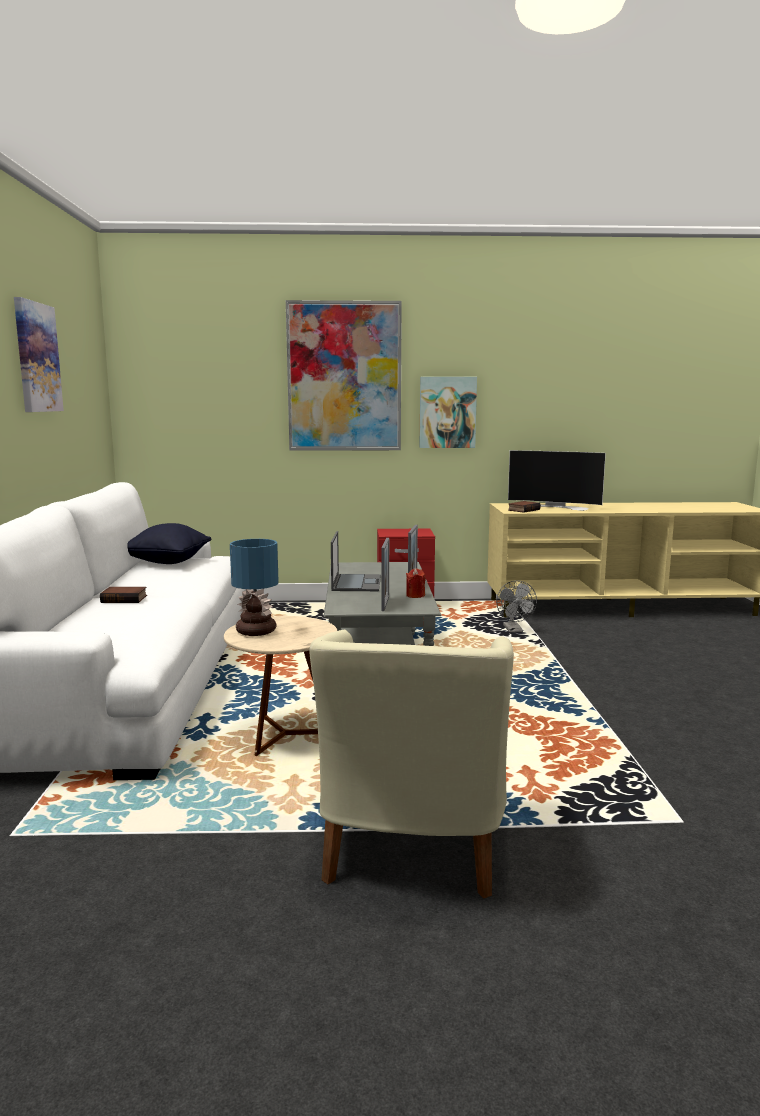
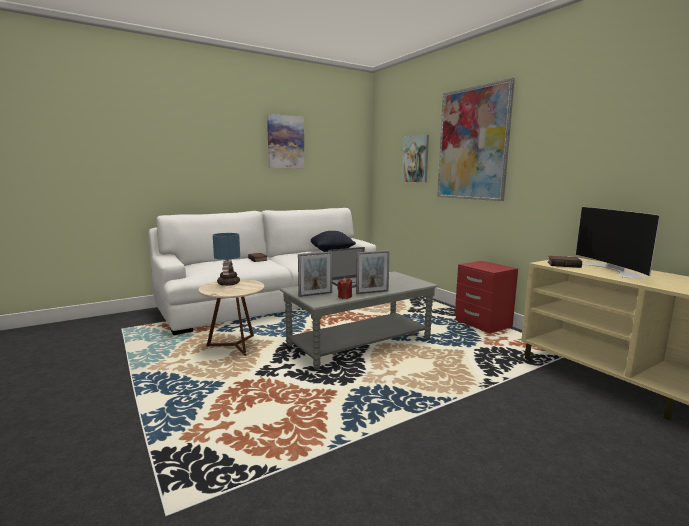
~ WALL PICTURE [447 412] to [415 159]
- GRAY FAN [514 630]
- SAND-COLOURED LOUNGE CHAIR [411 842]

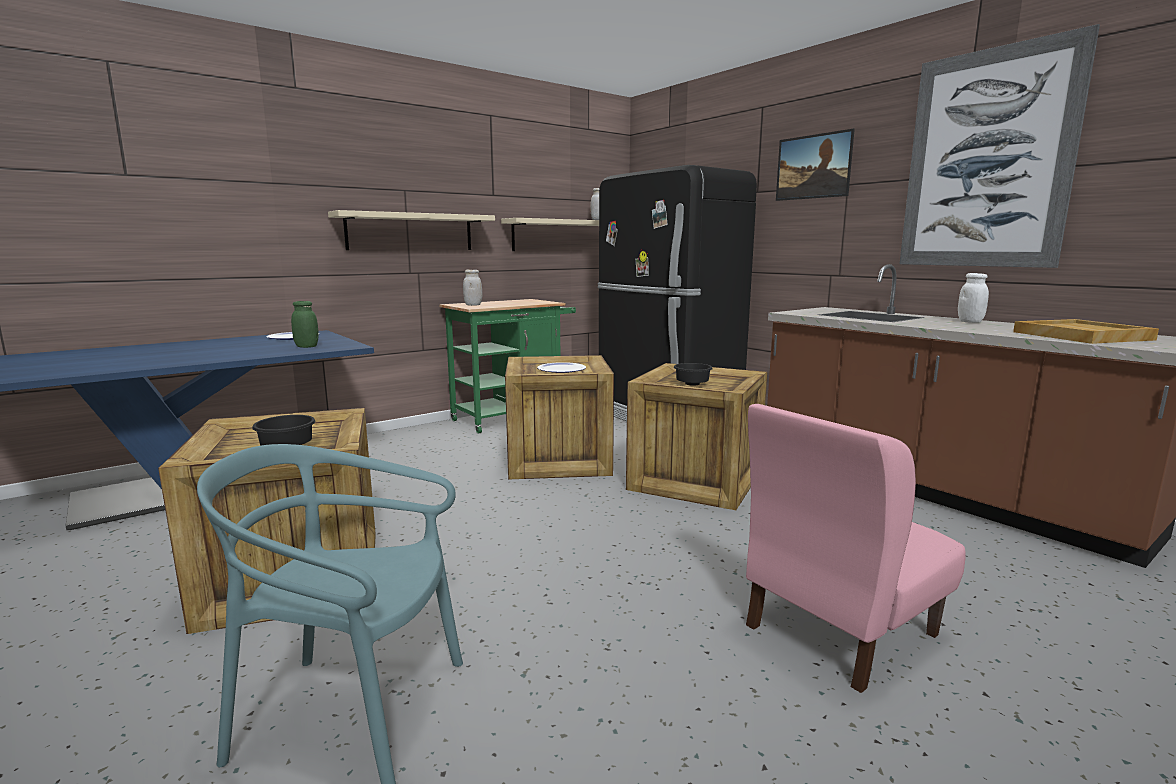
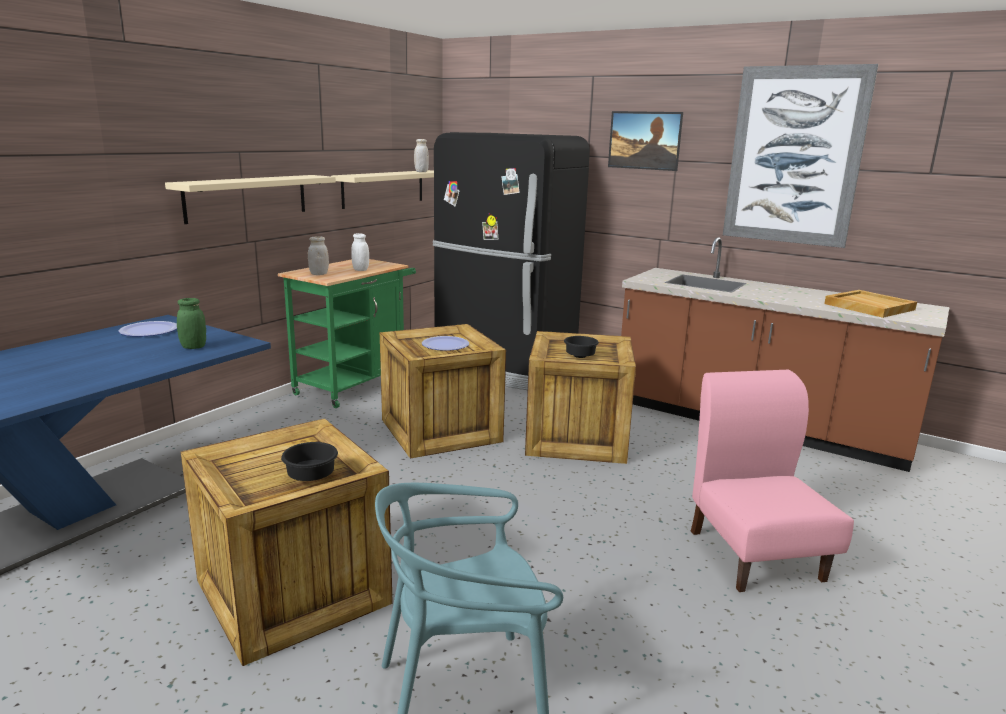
~ WHITE PRESERVE JAR [970 322] to [360 270]
~ PINK PLAIN CHAIR [838 629] = [755 554] 135 degrees clockwise

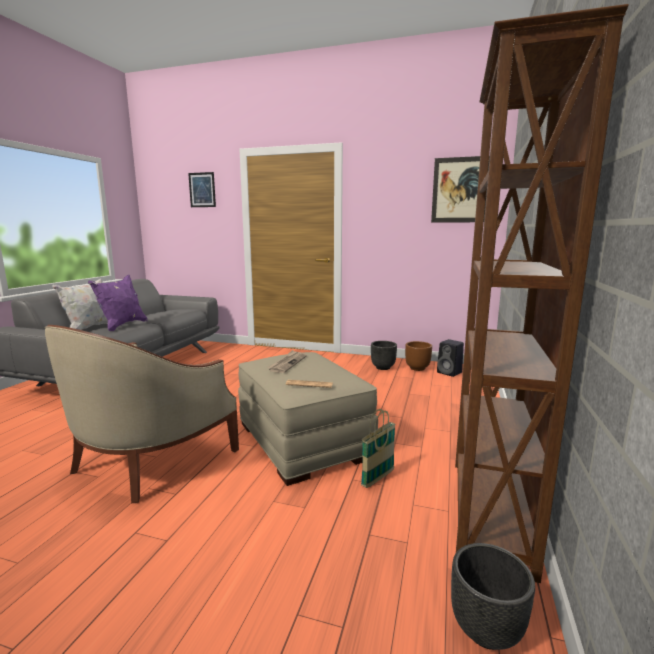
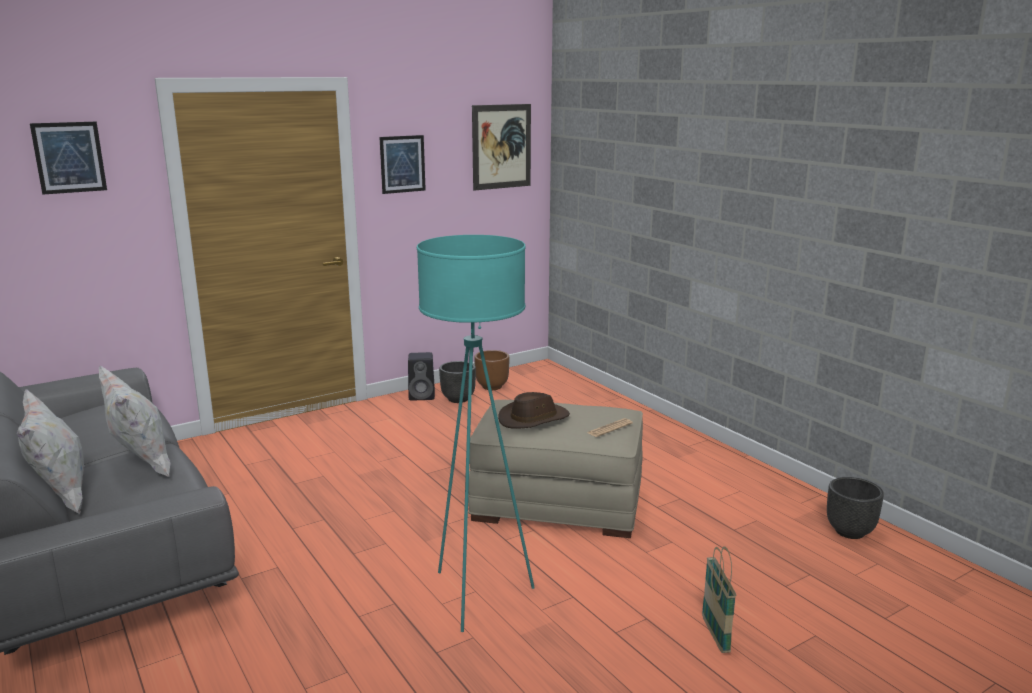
- BROWN BOOKSHELF [487 513]
~ PURPLE PILLOW [122 325] to WHITE PILLOW [141 465]
~ SAND-COLOURED LOUNGE CHAIR [151 459] to TURQUOISE STANDING LAMP [477 595]
~ BLACK AUDIO SPEAKER [450 373] to [423 396]
~ NEWSPAPER [287 363] to BROWN WEARABLE HAT [533 419]
~ STORAGE BASKET [378 478] to [715 635]
+ WALL PICTURE [402 164]

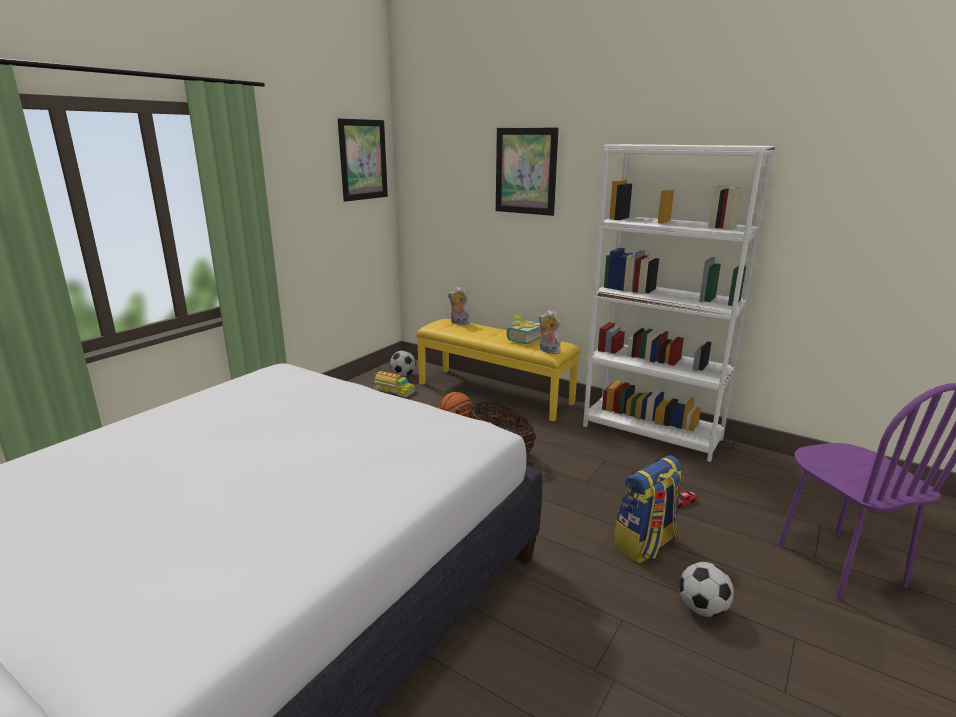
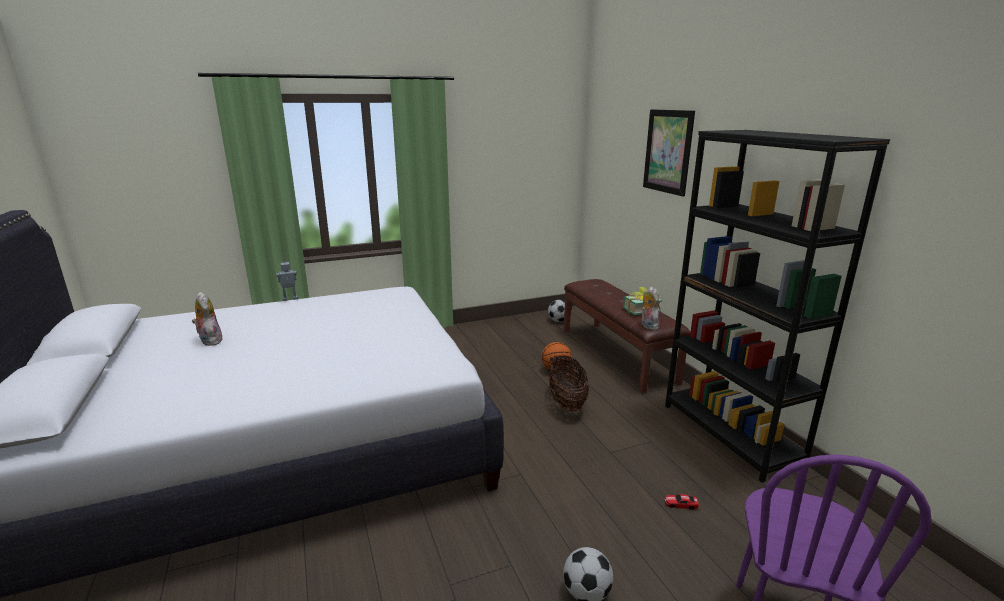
- WALL PICTURE [363 160]
~ WHITE BOOKSHELF [652 432] to BLACK BOOKSHELF [730 434]
~ SOFT TOY [458 323] to [209 341]
~ YELLOWISH BENCH [495 393] to BROWN BENCH [617 354]
- MODEL TRUCK [393 390]
- RUCKSACK [645 545]
+ TOY ROBOT [290 299]

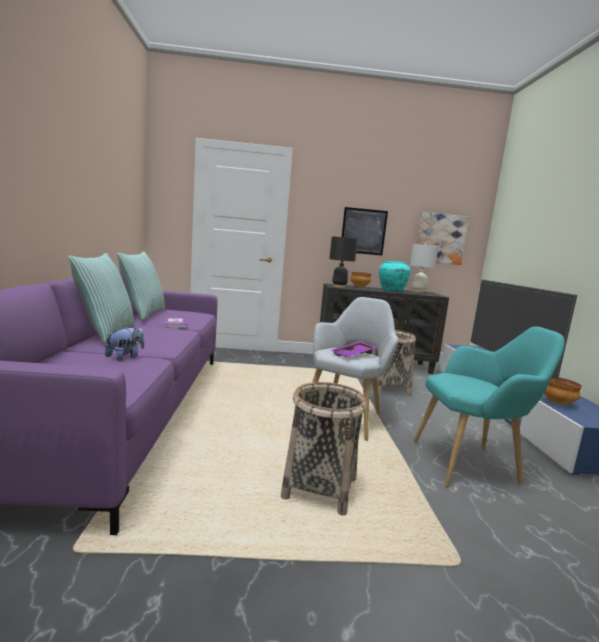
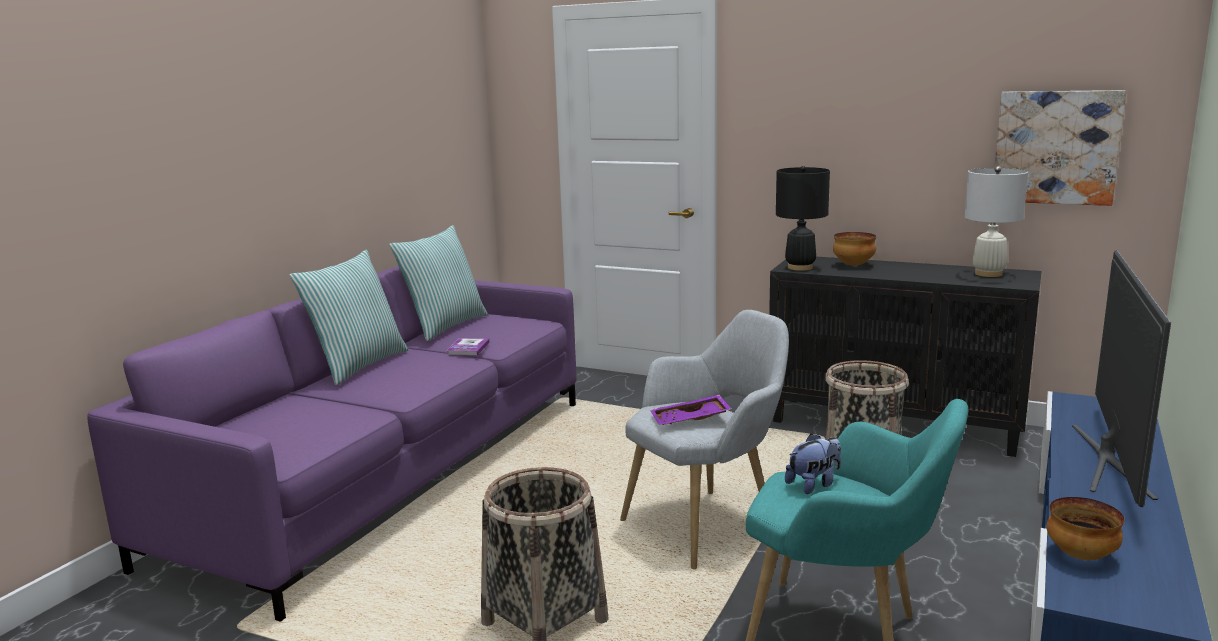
- WALL PICTURE [363 231]
- TURQUOISE VASE [391 291]
~ SOFT TOY [125 357] to [814 484]

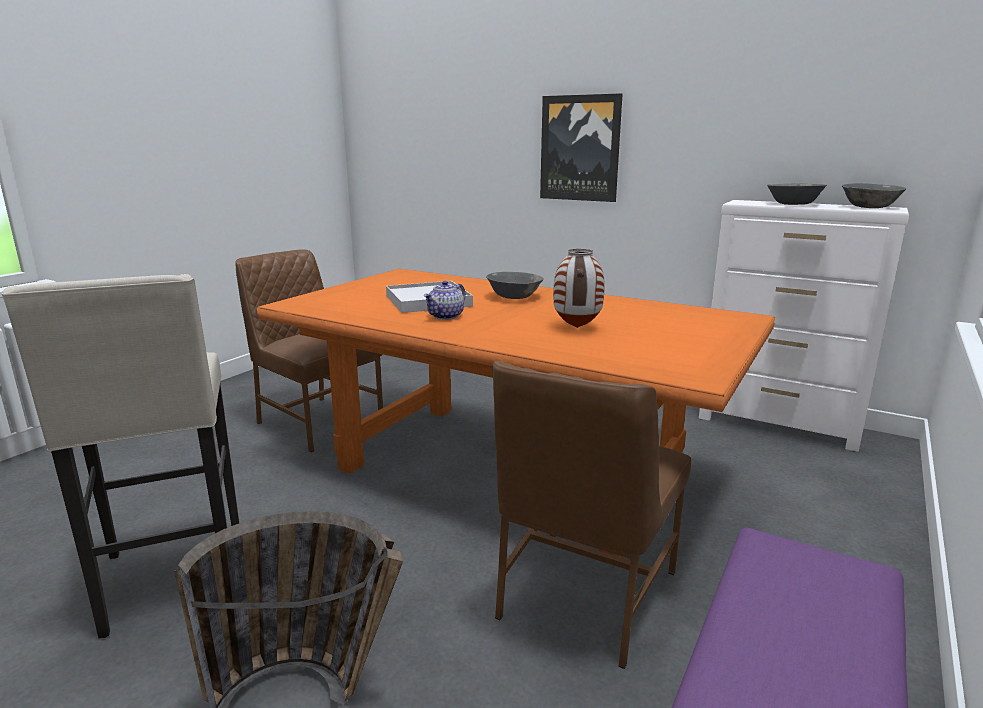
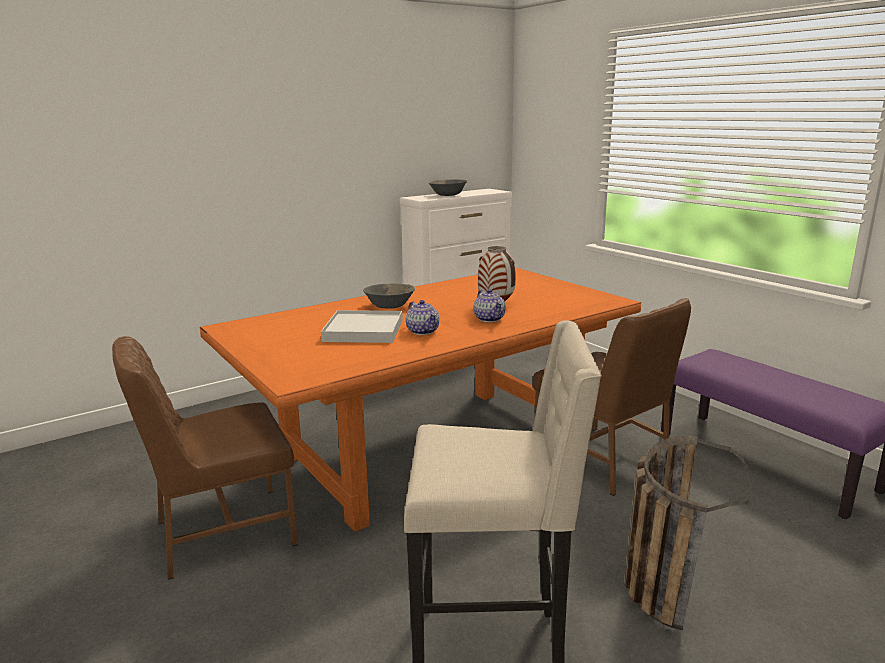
- WALL PICTURE [580 148]
- GRAY BOWL [868 207]
+ POT FOR TEA [489 319]

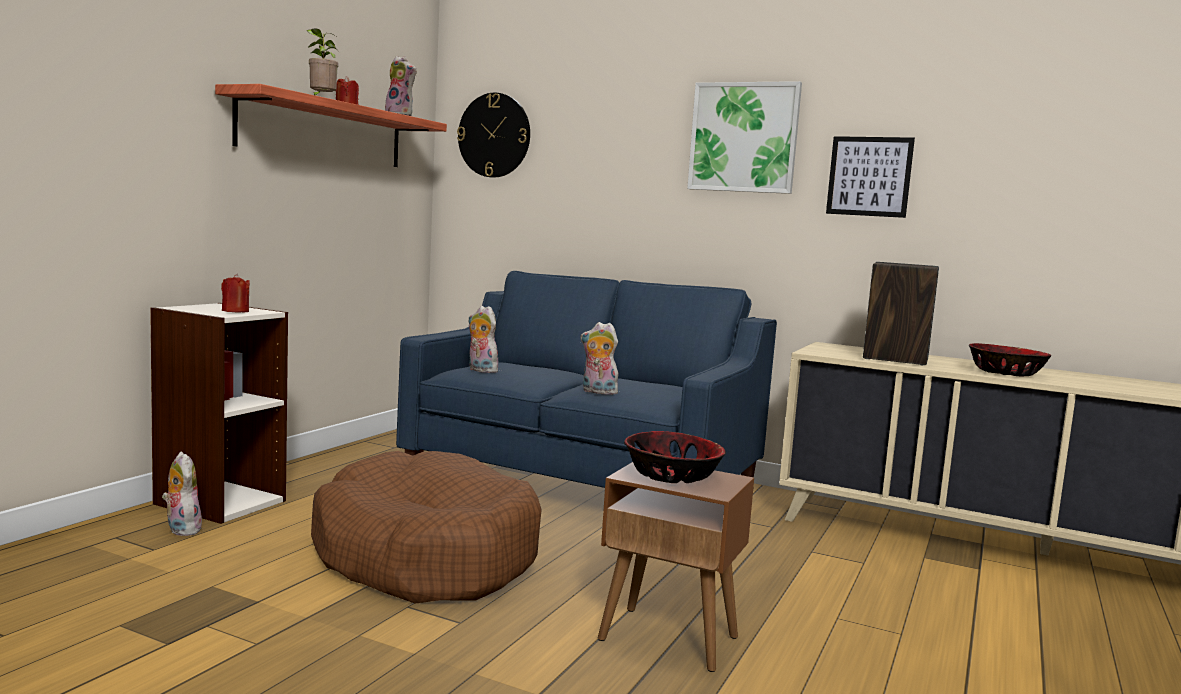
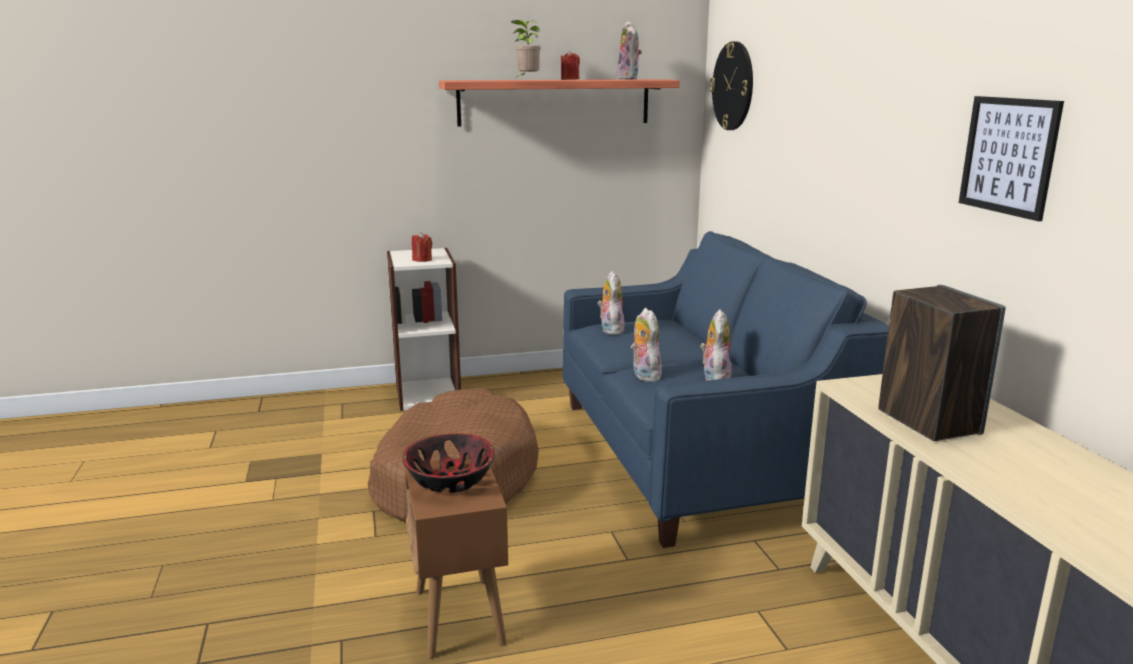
- WALL PICTURE [744 137]
- BOWL [1006 373]
~ SOFT TOY [181 529] to [714 378]

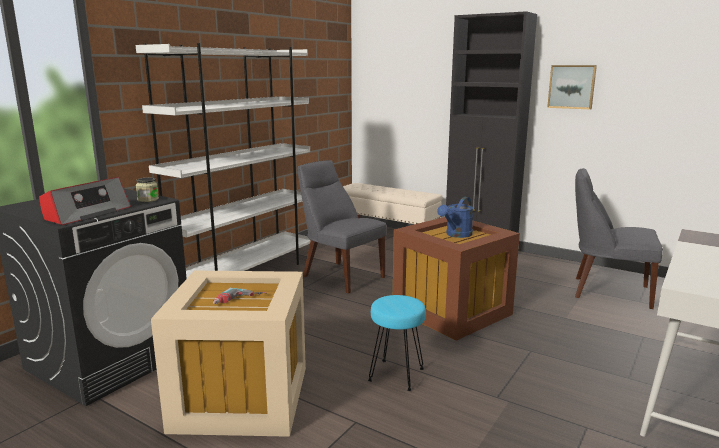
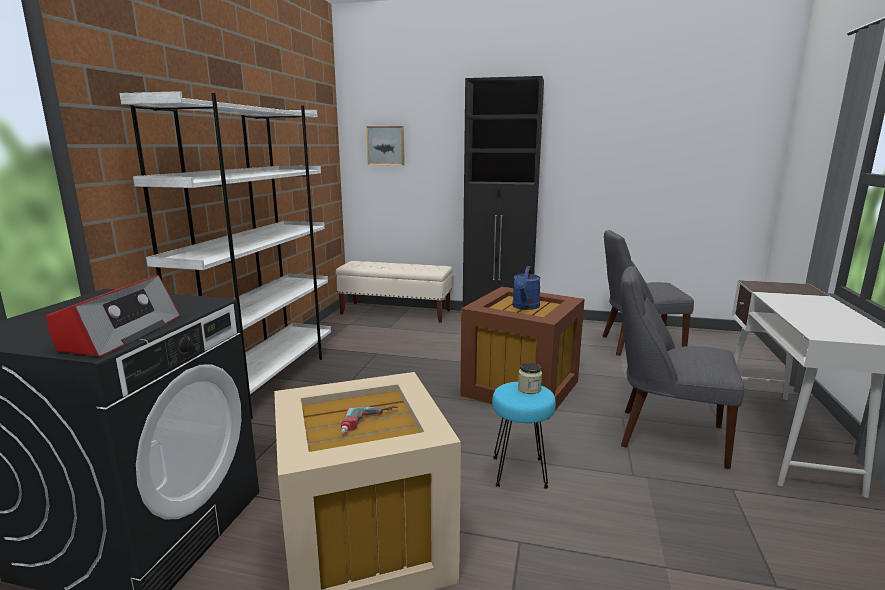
~ WALL PICTURE [572 86] to [386 145]
~ GRAY PLAIN CHAIR [340 276] to [666 435]
~ PRESERVE JAR [148 200] to [529 389]

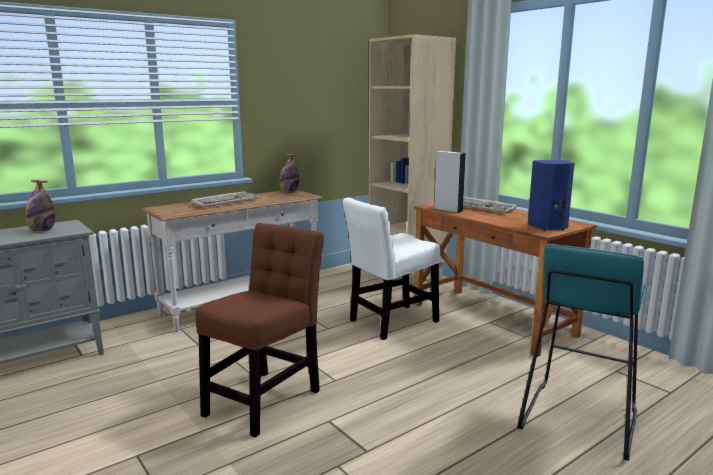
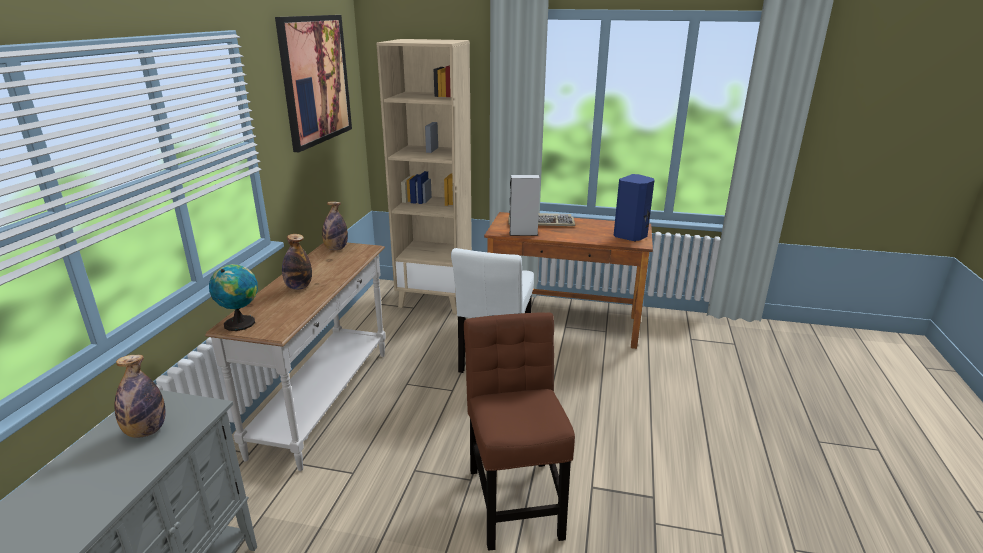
~ KEYBOARD [226 202] to BOTTLE [299 287]
- TURQUOISE STOOL [577 419]
+ WALL PICTURE [315 80]
+ DESK GLOBE [241 322]

